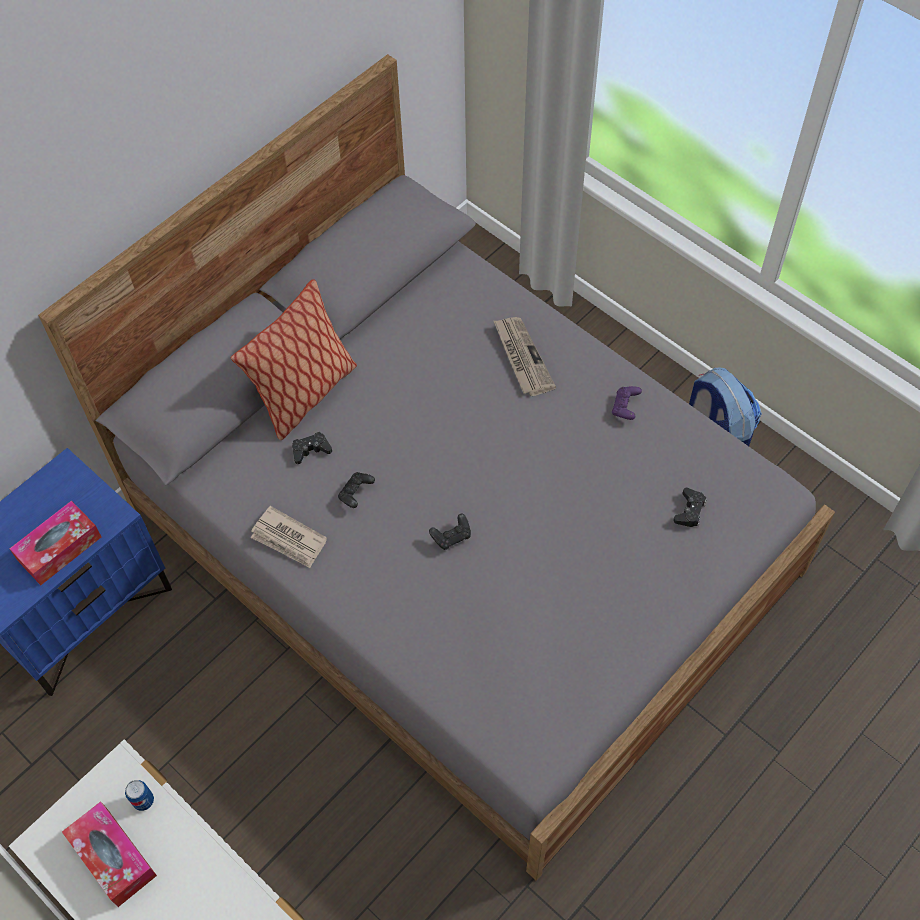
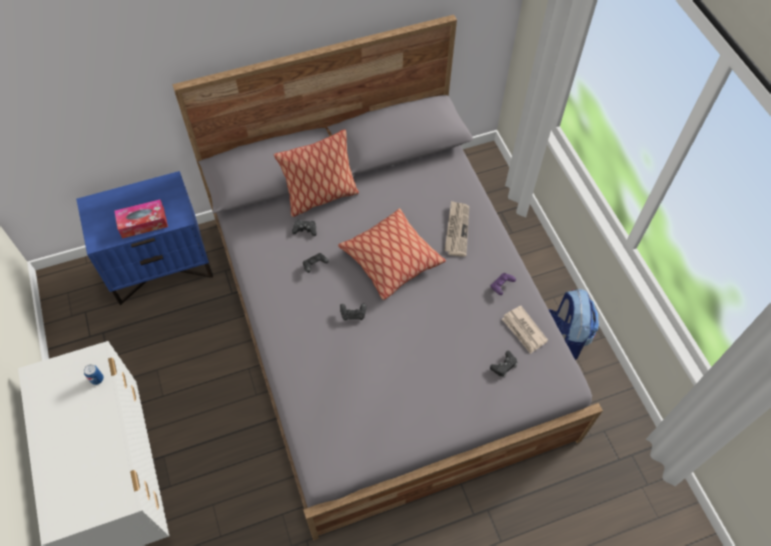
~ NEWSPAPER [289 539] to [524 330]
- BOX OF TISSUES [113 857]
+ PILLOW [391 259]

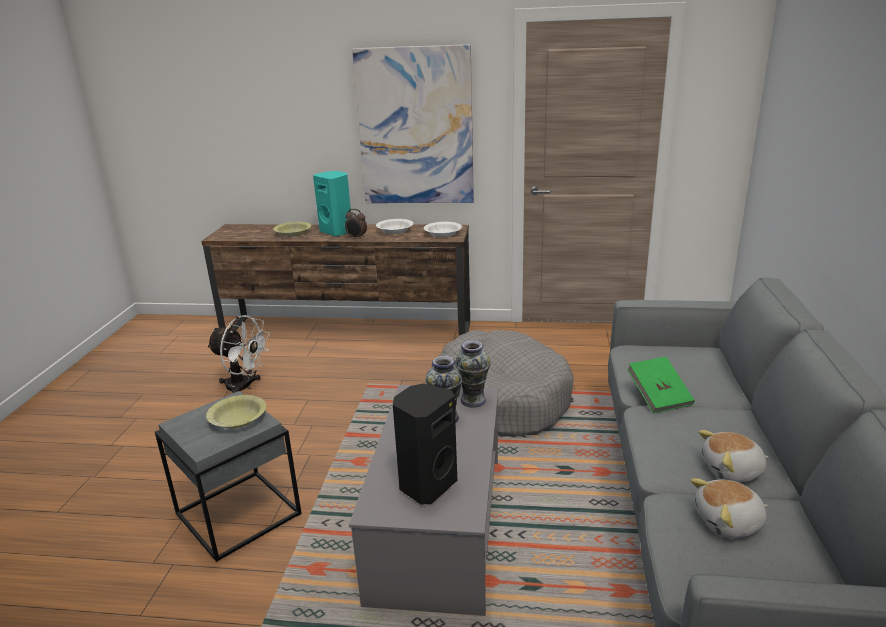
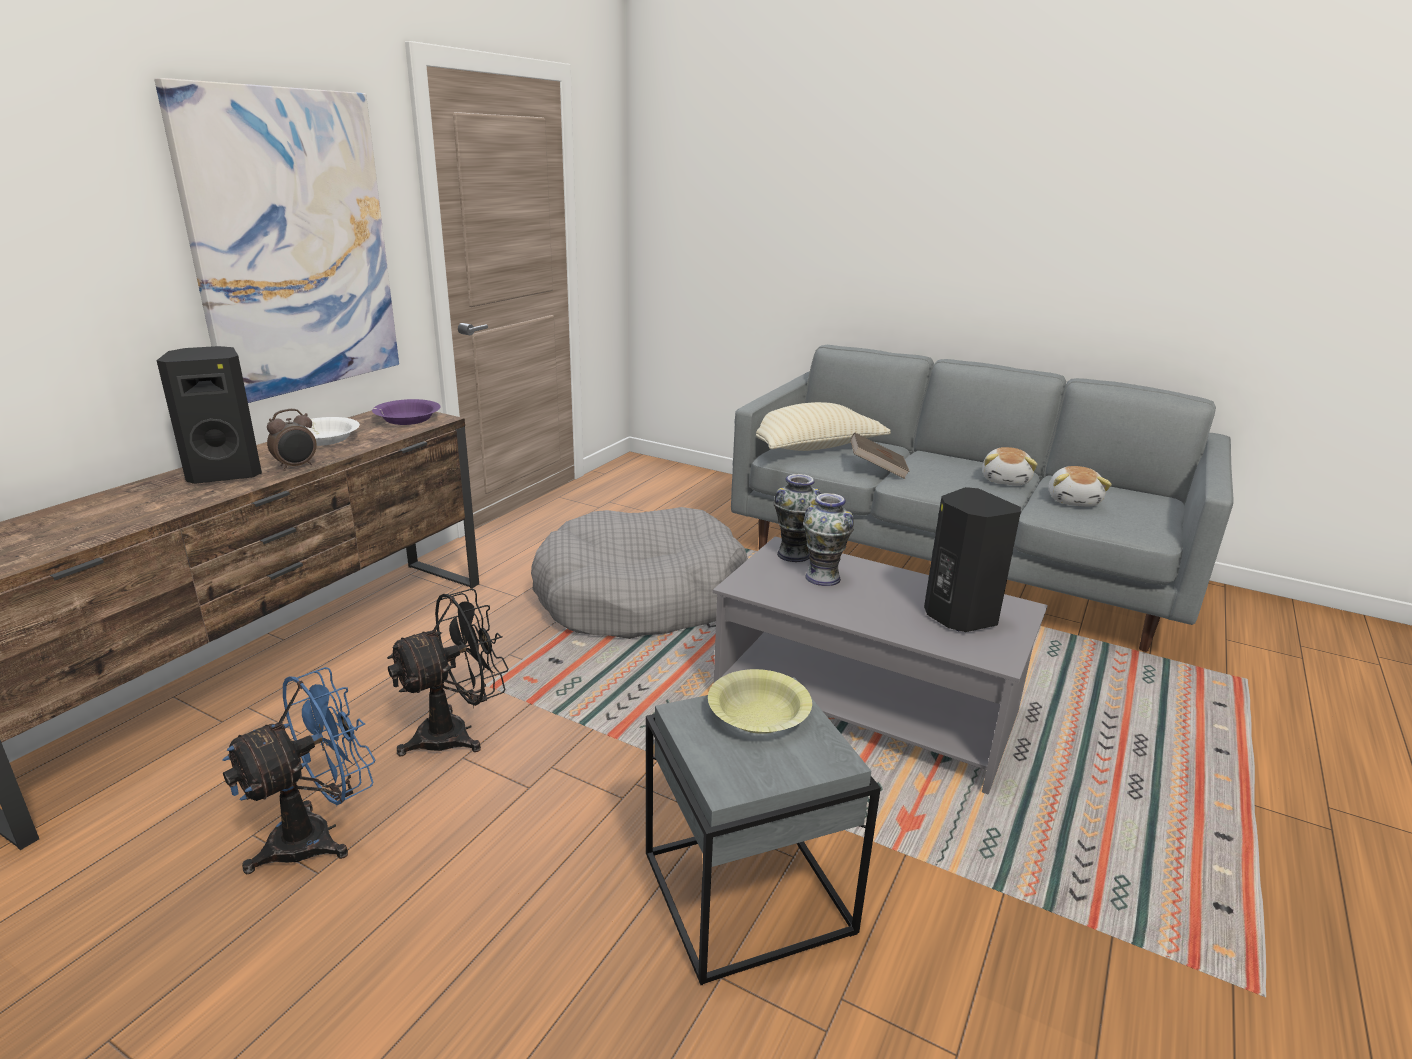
~ TURQUOISE AUDIO SPEAKER [337 231] to BLACK AUDIO SPEAKER [226 473]
- YELLOWISH BOWL [293 234]
~ WHITE BOWL [443 234] to PURPLE BOWL [408 420]
~ WHITE FAN [244 387] to BLUISH FAN [318 835]
~ GREENISH VOLUME [658 397] to BROWN VOLUME [877 470]
+ SAND-COLOURED PILLOW [811 447]
+ BLACK FAN [456 732]

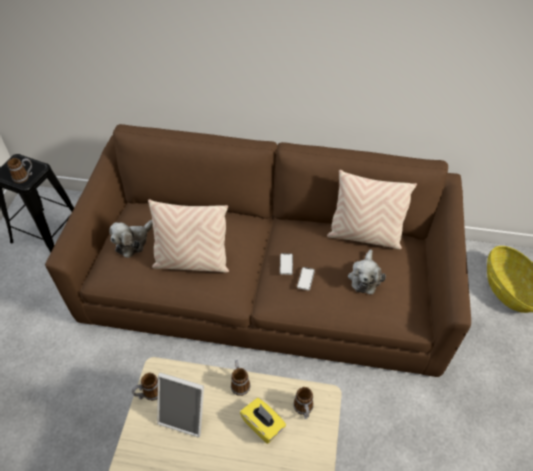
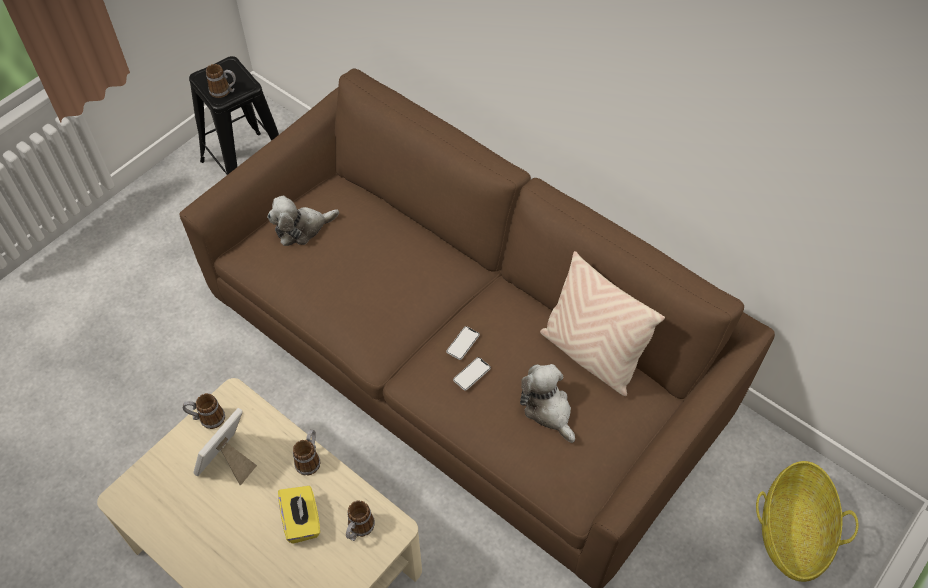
- SAND-COLOURED PILLOW [192 262]
~ SOFT TOY [365 277] = [548 409] 105 degrees clockwise
~ PHOTO FRAME [185 415] = [228 463] 75 degrees clockwise

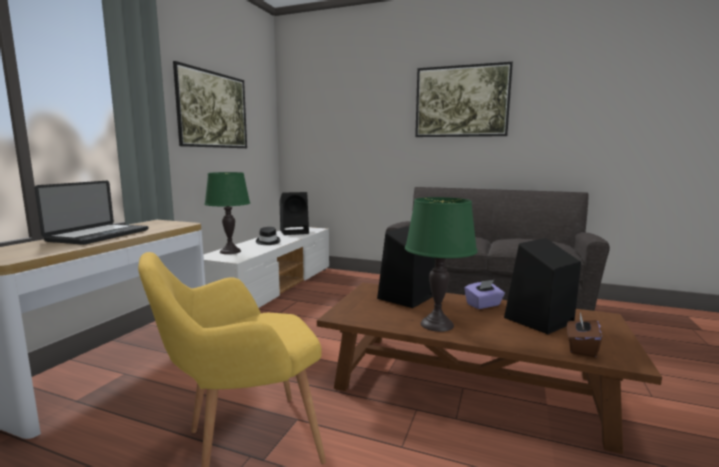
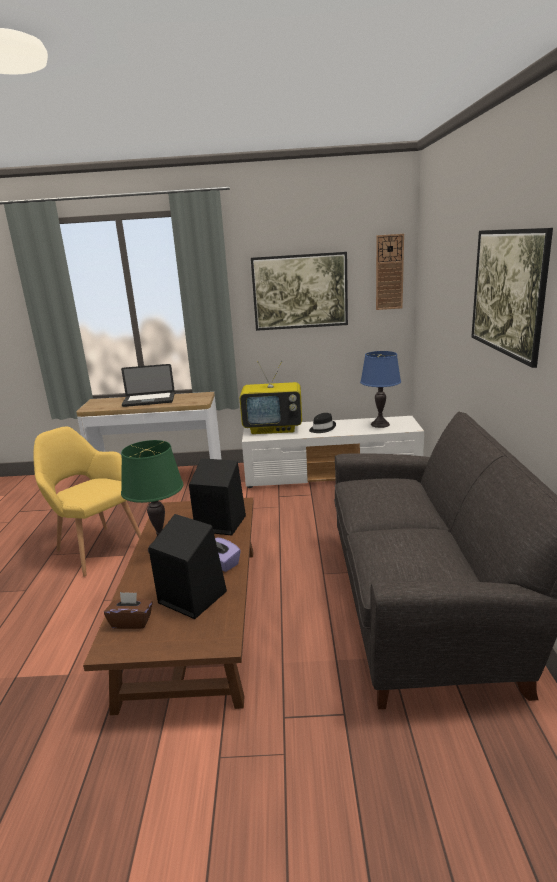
~ GREENISH TABLE LAMP [230 251] to TV SET [273 428]
~ BLACK AUDIO SPEAKER [295 232] to BLUISH TABLE LAMP [380 424]
+ CLOCK ON THE WALL [389 272]

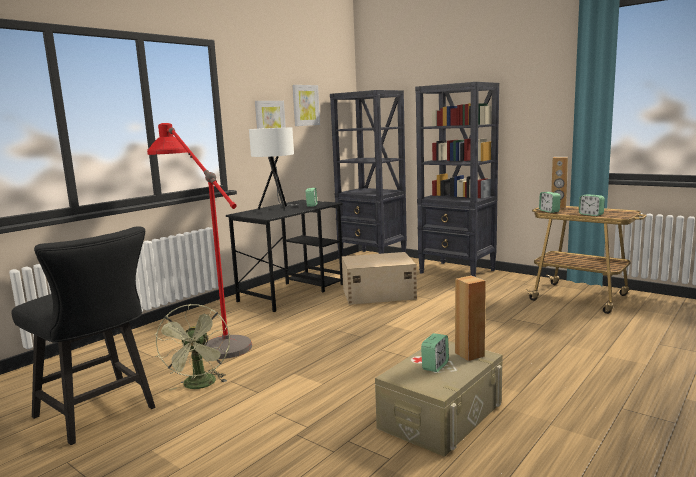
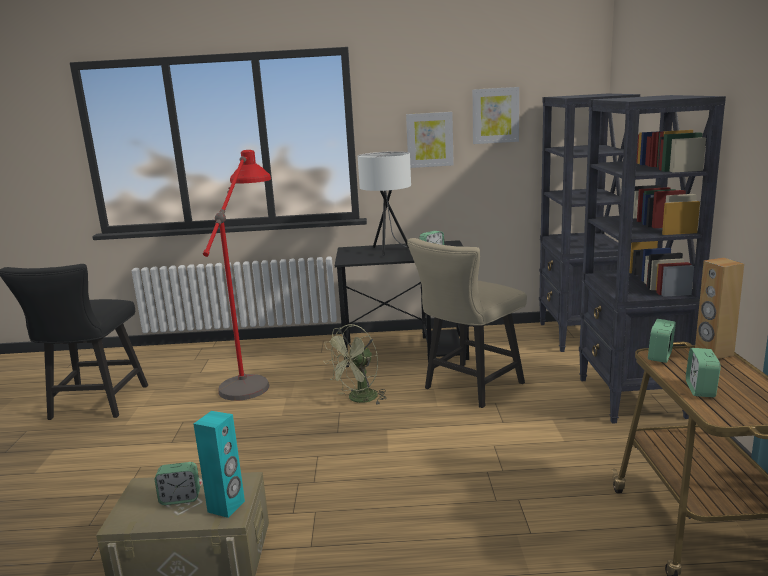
~ SAND-COLOURED STORAGE BOX [377 293] to SAND-COLOURED PLAIN CHAIR [468 388]
~ BROWN AUDIO SPEAKER [469 354] to TURQUOISE AUDIO SPEAKER [226 506]
~ GREENISH FAN [200 386] to [359 399]

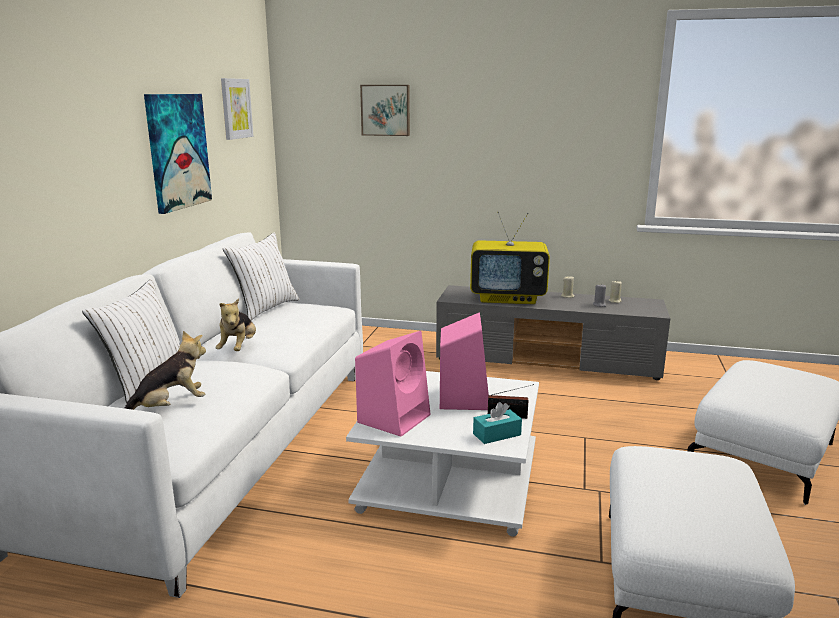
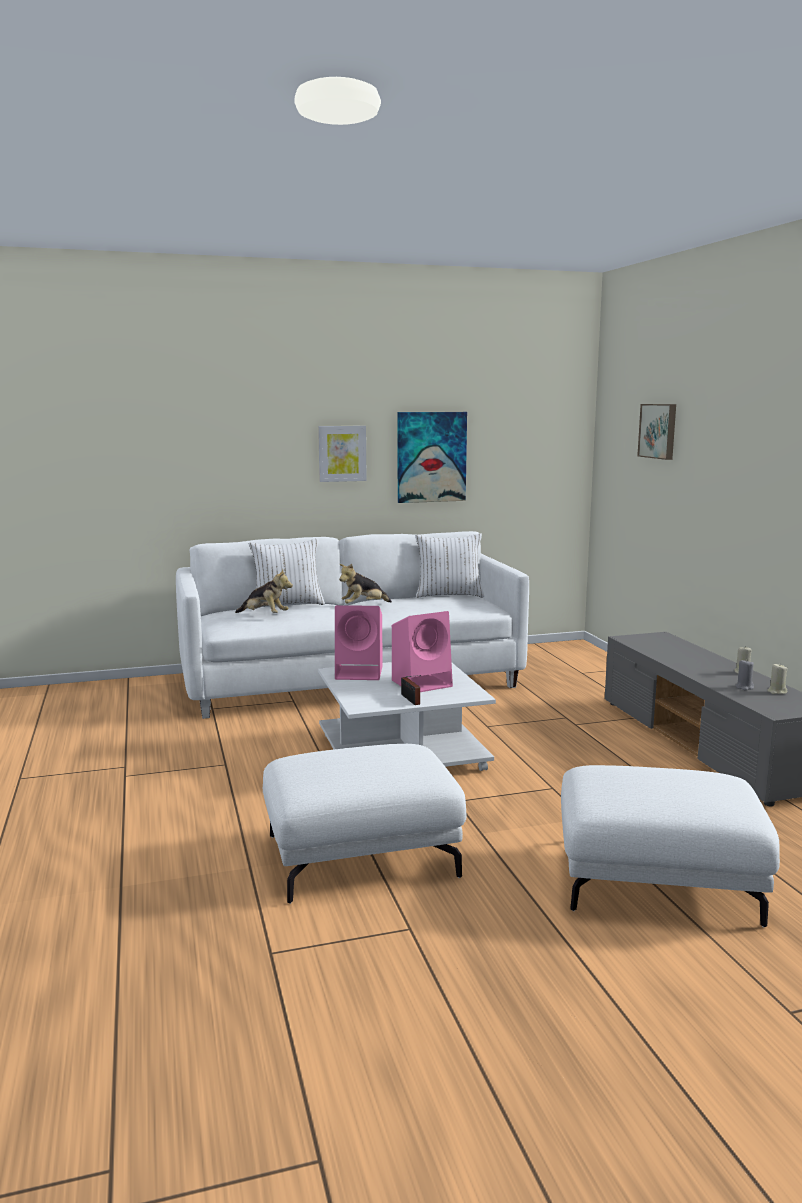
~ WALL PICTURE [236 108] to [342 453]
- TV SET [508 298]
- TURQUOISE BOX OF TISSUES [497 434]

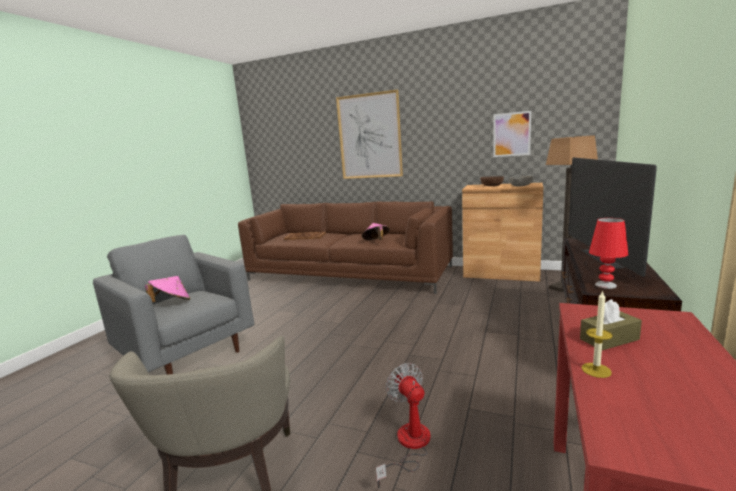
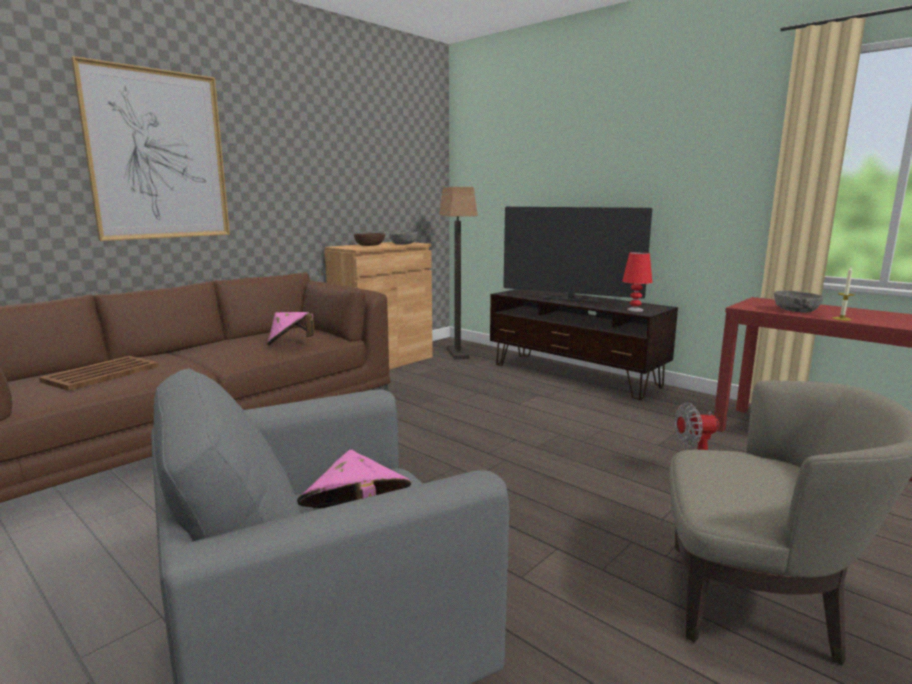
- WALL PICTURE [511 134]
~ BROWN BOX OF TISSUES [609 339] to GRAY BOWL [796 311]

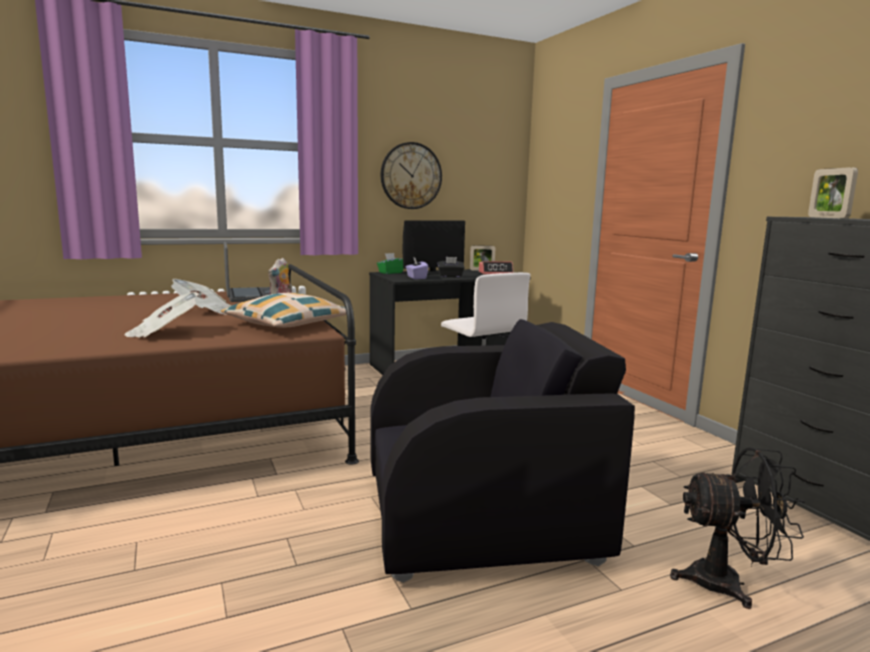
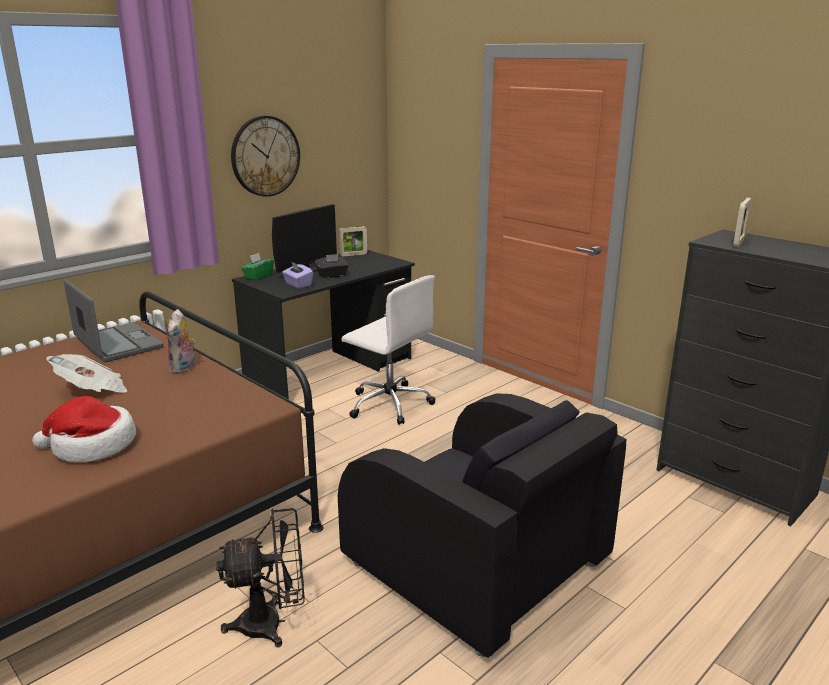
~ PHOTO FRAME [828 217] = [738 243] 120 degrees counterclockwise
- TABLE CLOCK [495 273]
~ NEWSPAPER [163 333] to WEARABLE HAT [92 446]
- PILLOW [287 324]
~ BLACK LOUNGE CHAIR [480 516] = [477 564] 75 degrees clockwise
~ BLACK FAN [728 583] to [272 623]

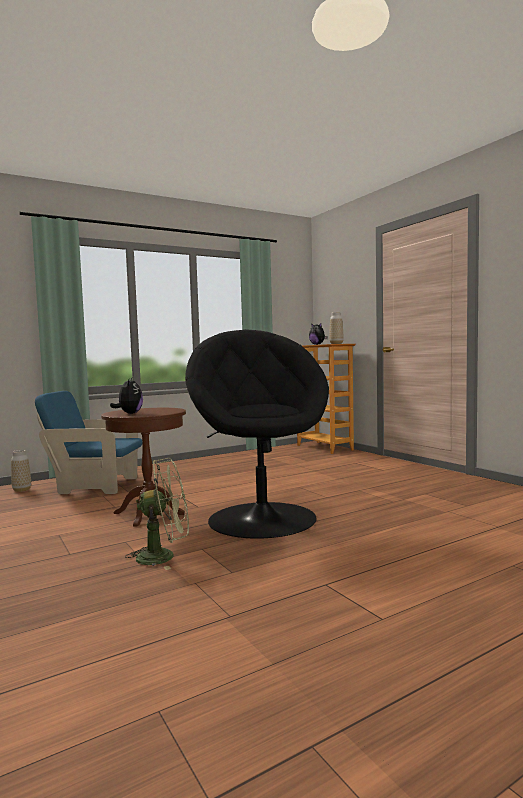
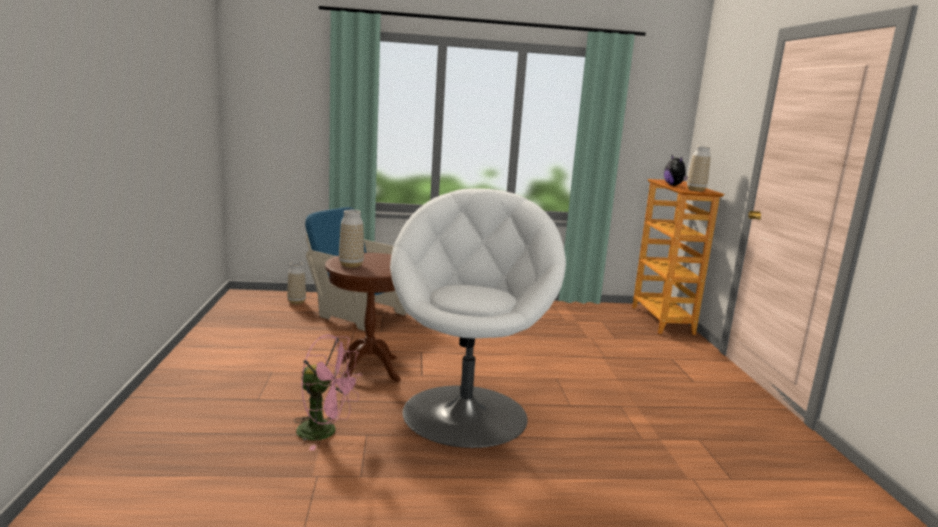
~ BLACK LOUNGE CHAIR [262 518] to WHITE LOUNGE CHAIR [466 413]
~ SOFT TOY [129 413] to VASE [351 265]
~ GREENISH FAN [164 556] to PINK FAN [325 432]

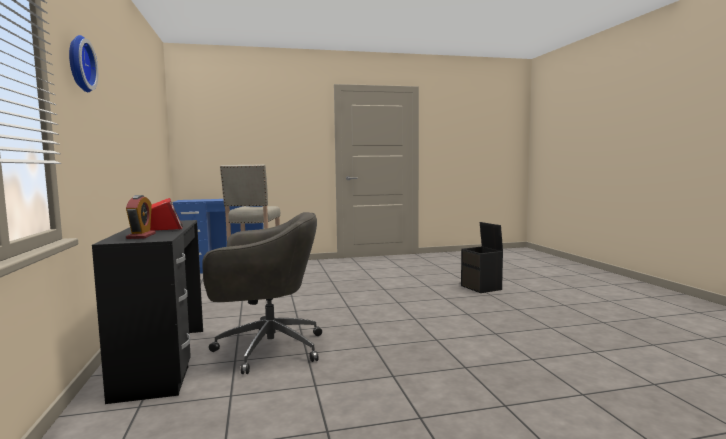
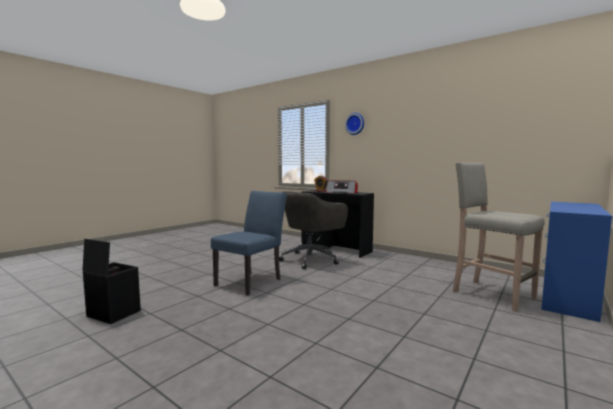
~ BLACK STORAGE BOX [482 288] to [112 313]
+ BLUISH PLAIN CHAIR [252 281]

